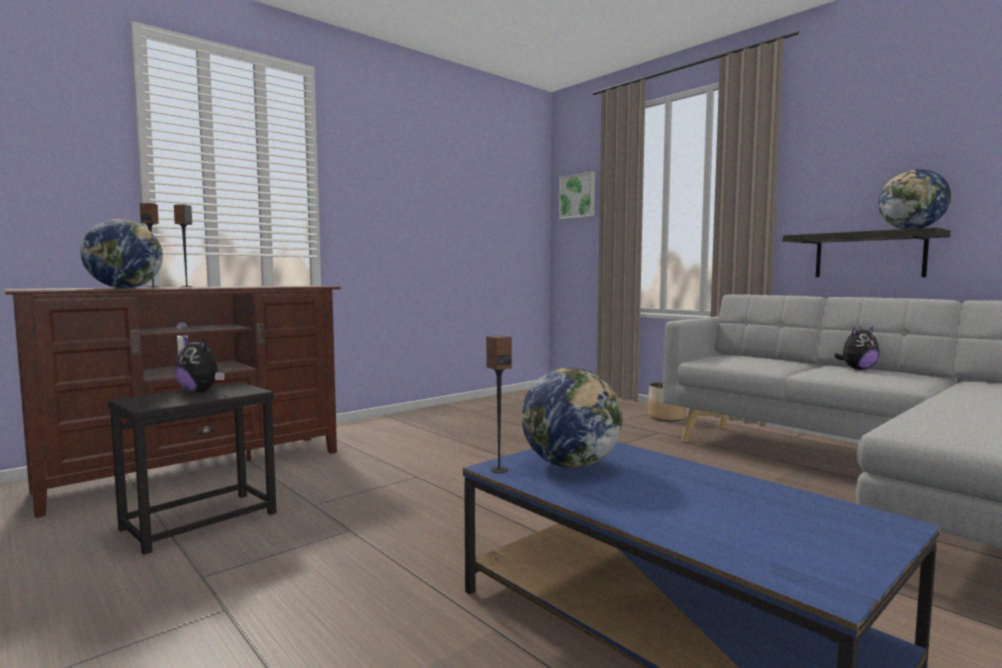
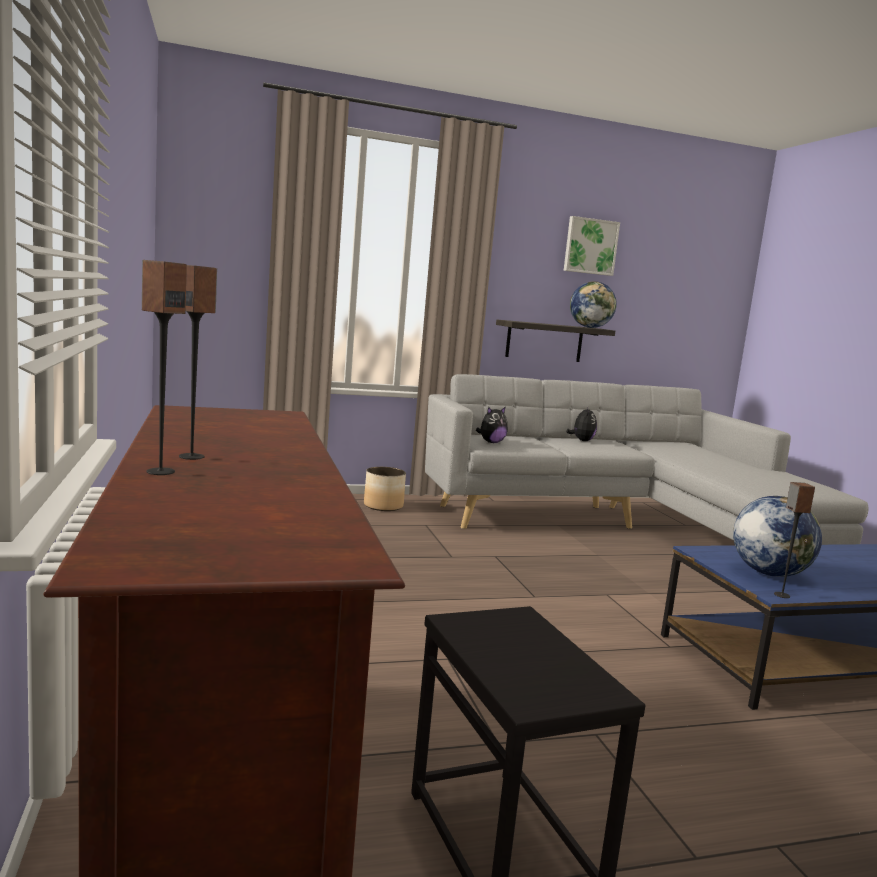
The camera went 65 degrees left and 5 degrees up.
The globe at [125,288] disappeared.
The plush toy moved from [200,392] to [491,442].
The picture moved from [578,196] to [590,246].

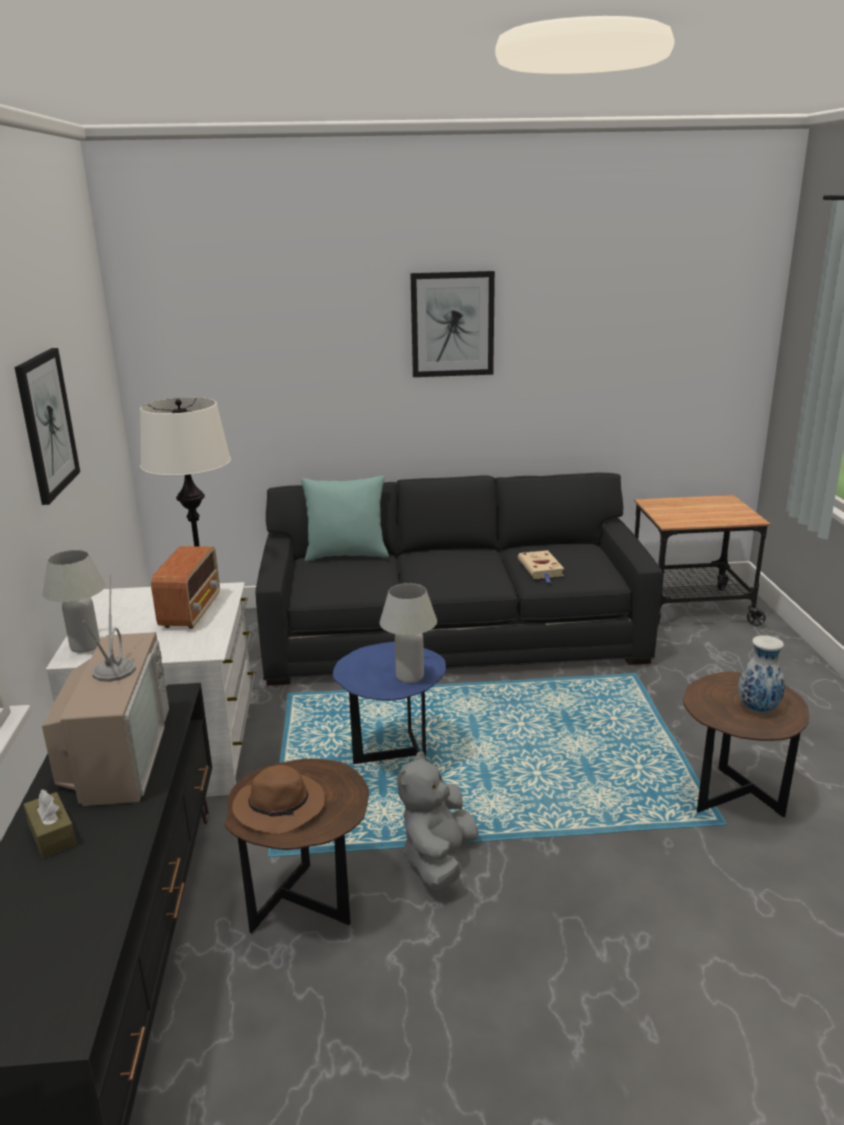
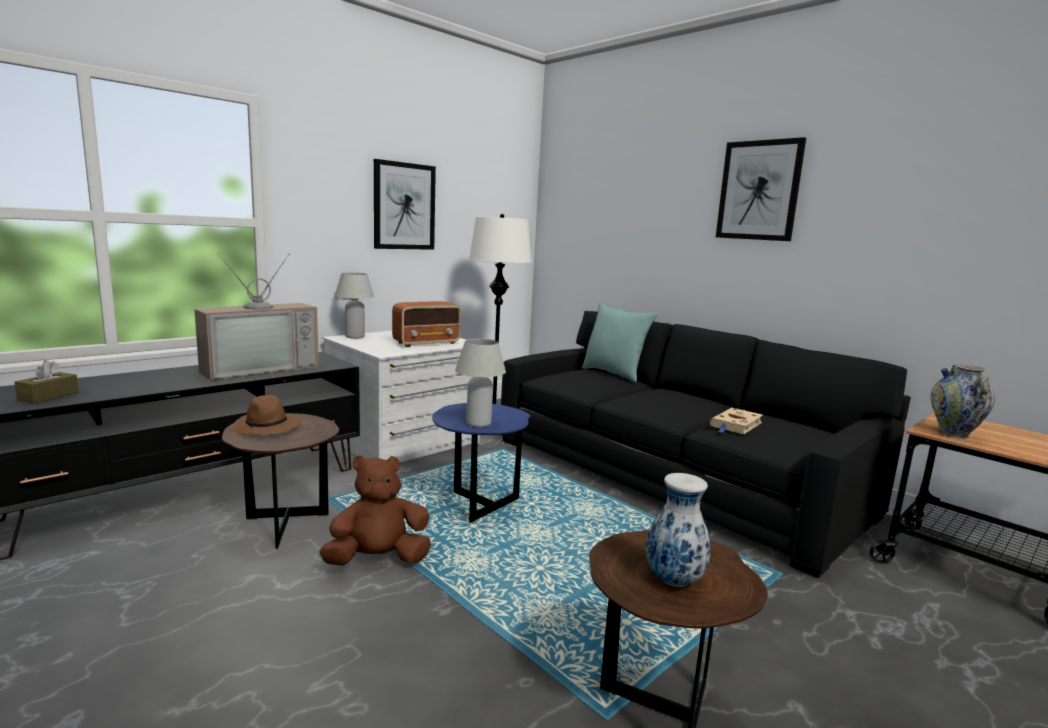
The camera went 50 degrees right and 10 degrees down.
The tissue box in brown moved from [52,835] to [48,396].
The plush toy in grey at [438,859] became the plush toy in brown at [378,560].
The vase at [953,434] appeared.

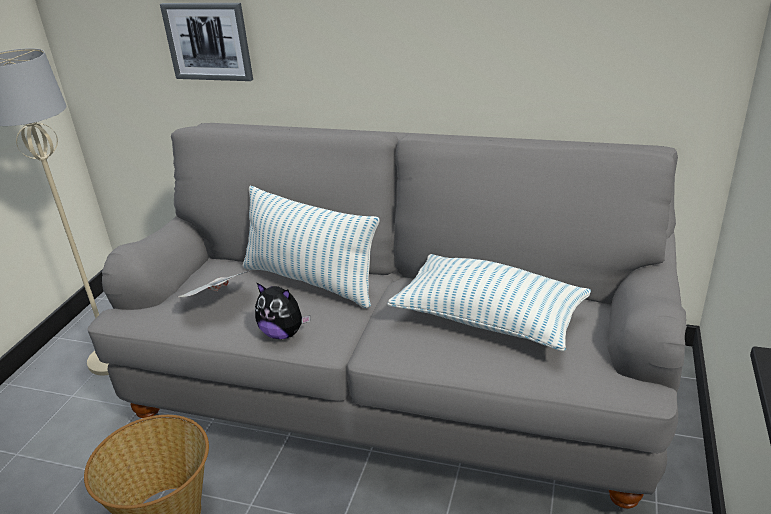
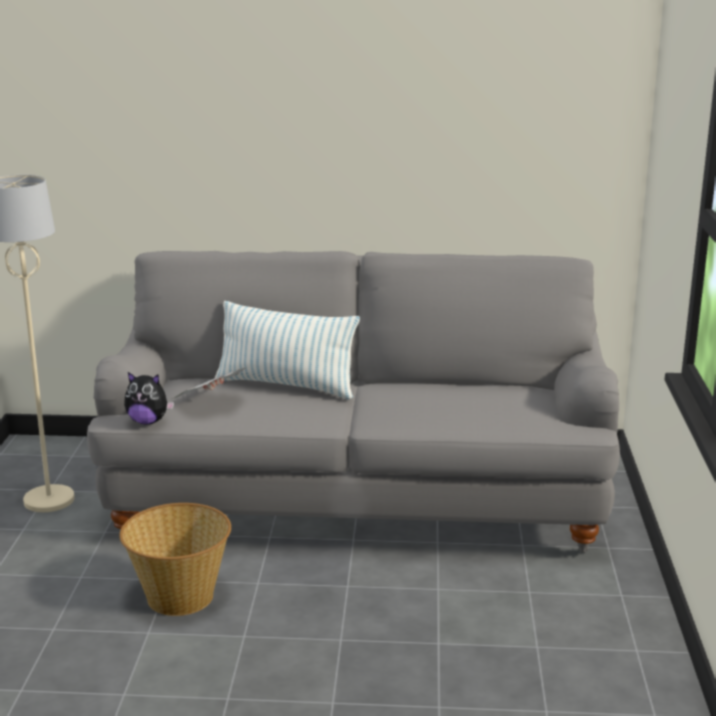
The camera went 15 degrees left and 10 degrees down.
The picture at [208,41] disappeared.
The plush toy moved from [283,333] to [148,421].
The pillow at [488,319] disappeared.

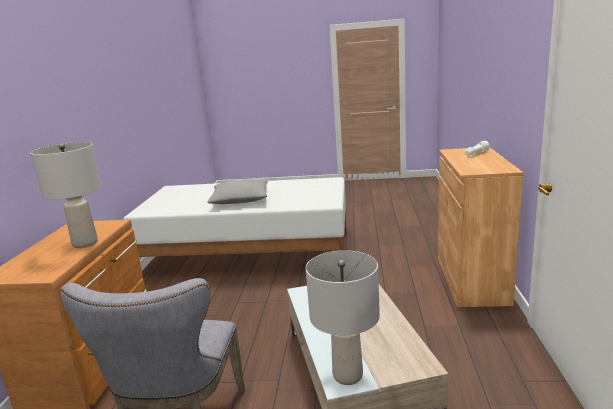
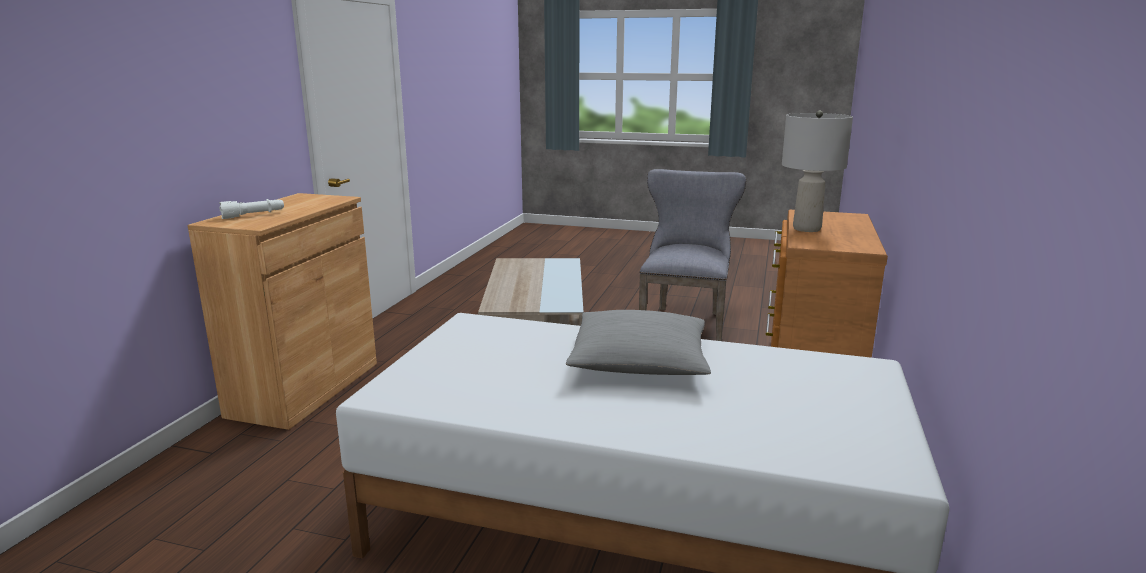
The camera went 170 degrees left and 0 degrees up.
The table lamp in grey at [347,376] disappeared.

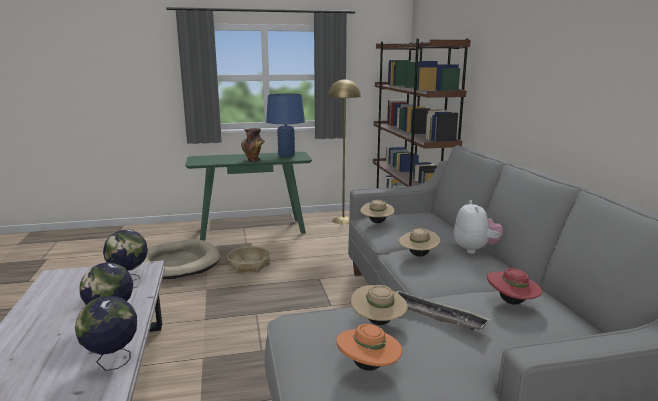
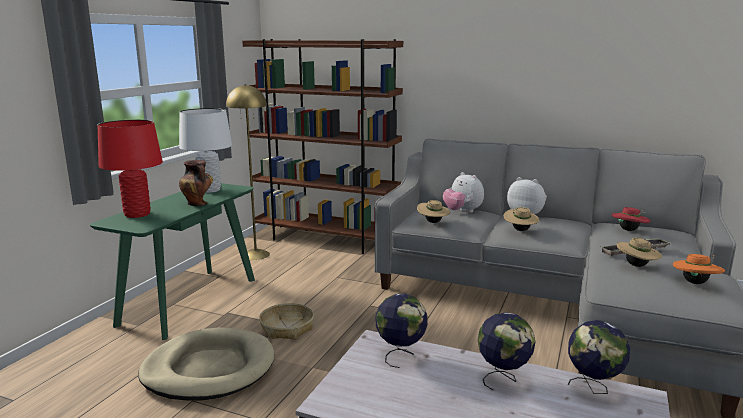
The camera went 55 degrees left and 0 degrees up.
The table lamp in blue at [286,155] became the table lamp in white at [209,190].
The table lamp in red at [137,214] appeared.
The plush toy at [462,212] appeared.

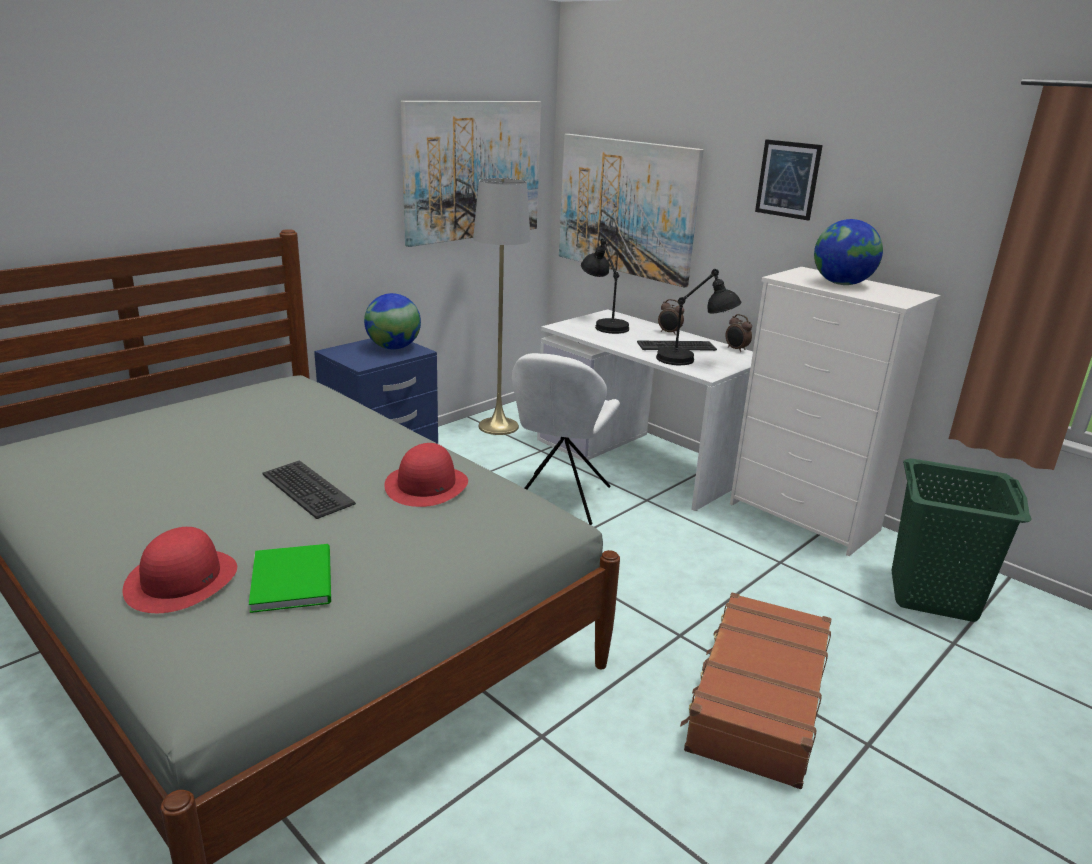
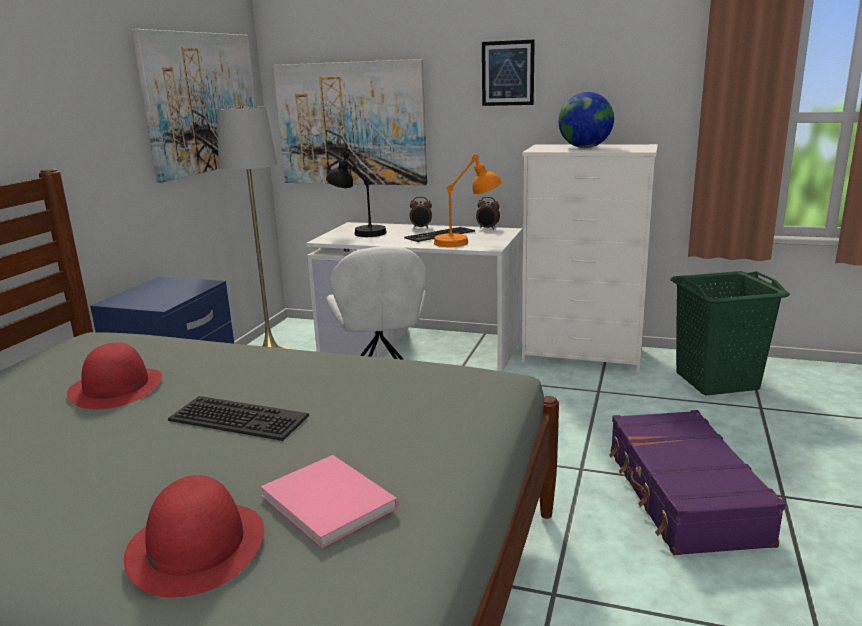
The camera went 25 degrees left and 5 degrees down.
The book in green at [295,578] became the book in pink at [329,499].
The globe at [393,348] disappeared.
The hat in red moved from [426,485] to [117,388].
The table lamp in black at [692,361] became the table lamp in orange at [466,241].
The suitcase in brown at [756,701] became the suitcase in purple at [683,496].

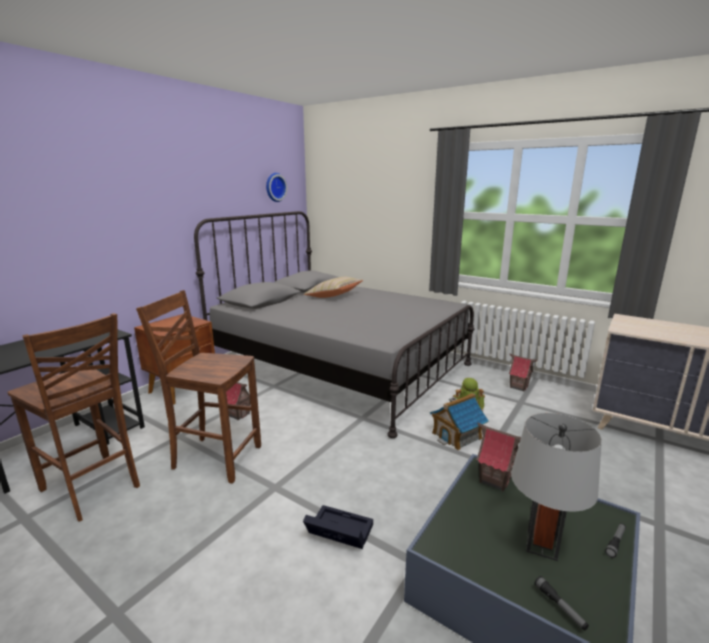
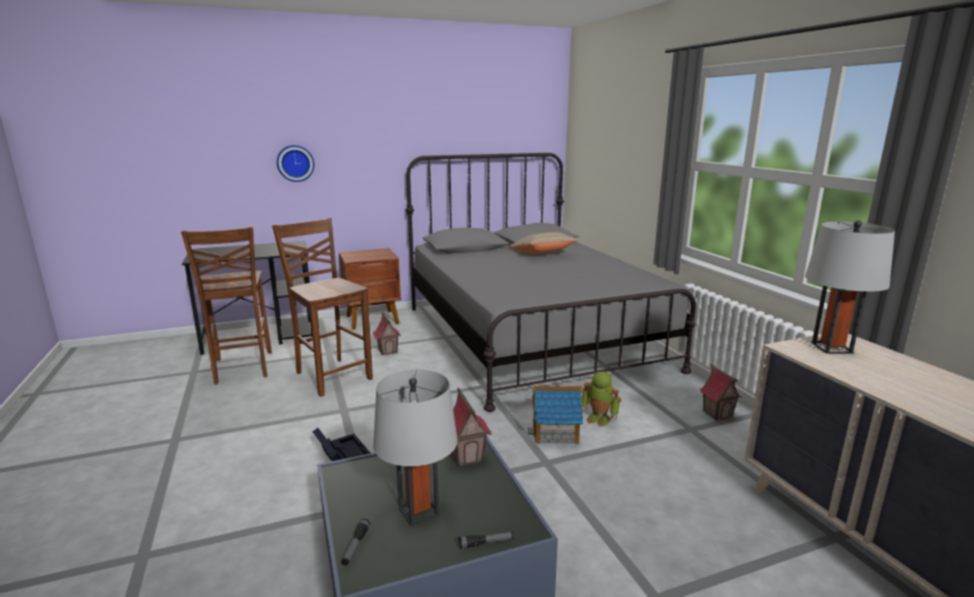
The camera went 35 degrees right and 0 degrees up.
The wall clock moved from [274,187] to [295,163].
The table lamp in grey at [832,348] appeared.

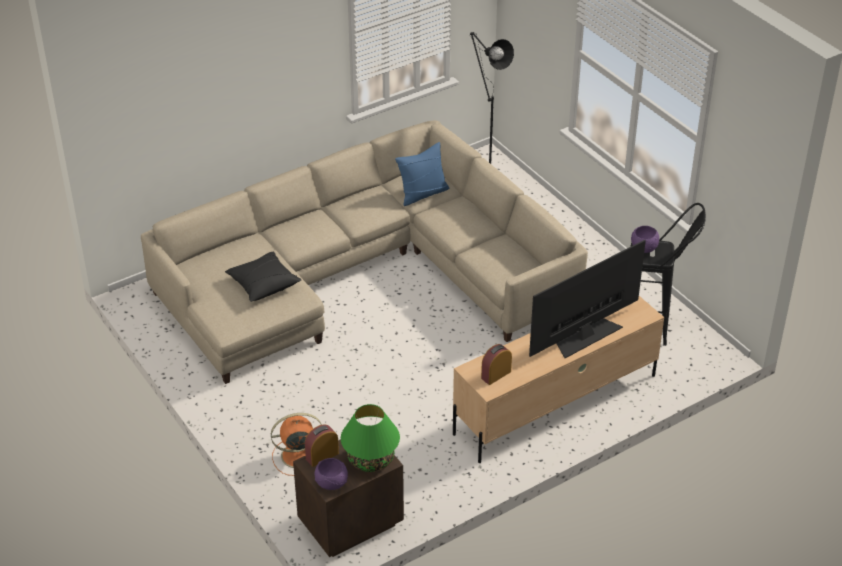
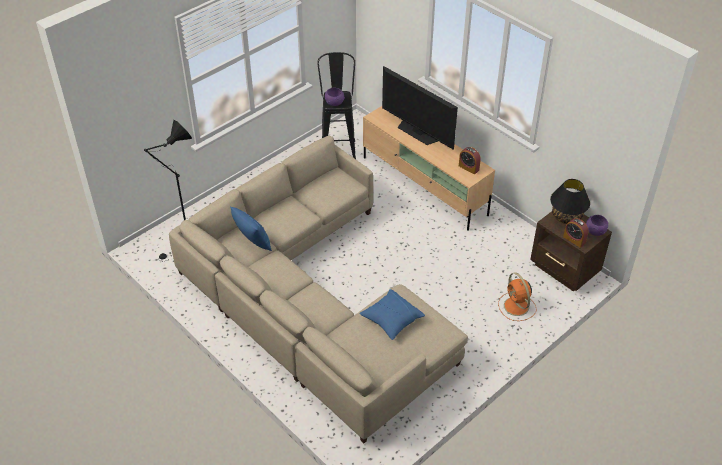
The camera went 100 degrees left and 5 degrees up.
The pillow in black at [263,284] became the pillow in blue at [391,319].
The table lamp in green at [370,459] became the table lamp in black at [567,216].

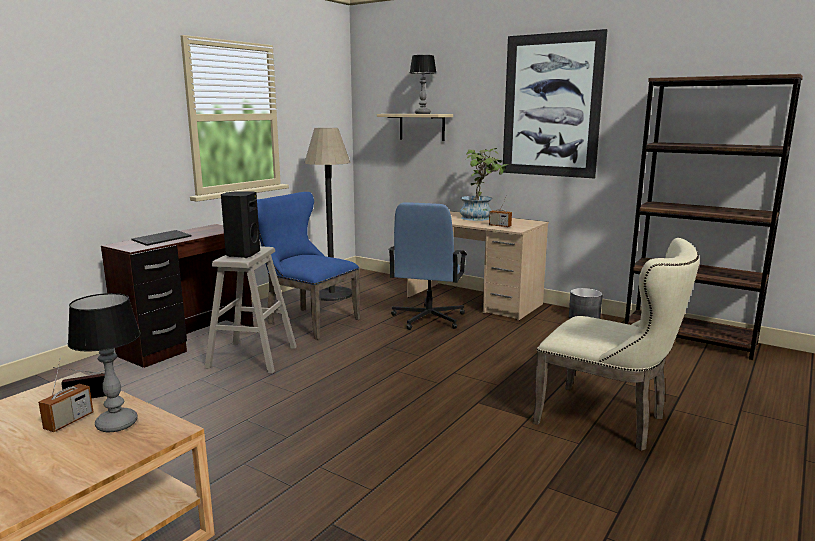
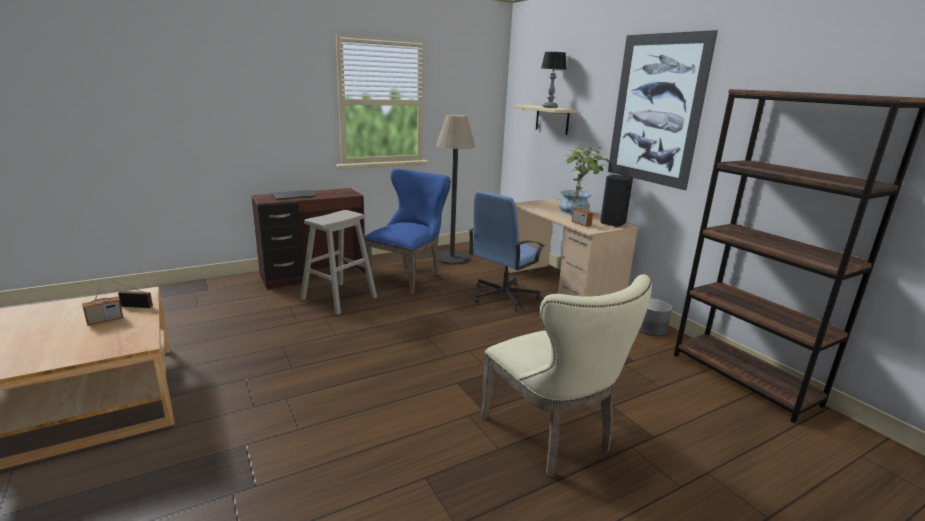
The camera went 25 degrees right and 5 degrees up.
The table lamp at [116,424] disappeared.
The speaker in black moved from [242,254] to [612,223].
The chair in blue at [307,321] turned 60 degrees clockwise.

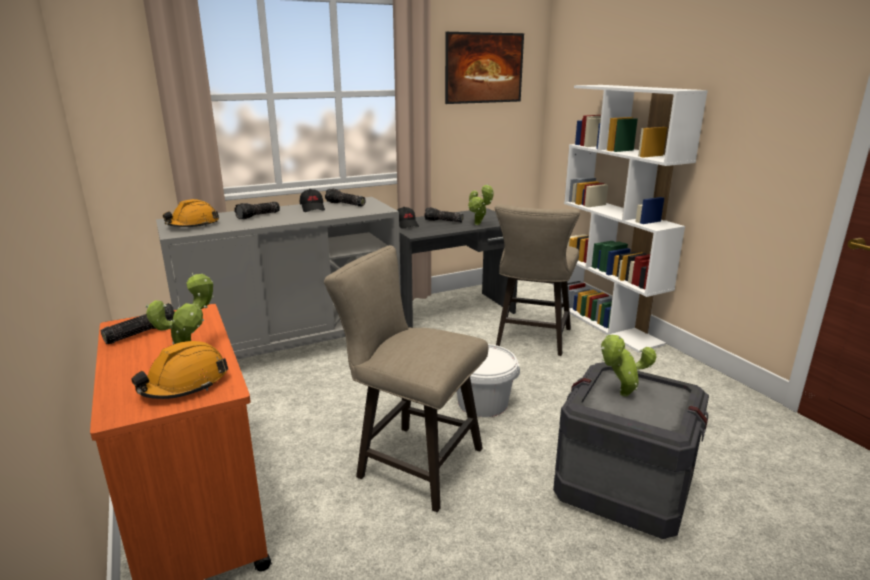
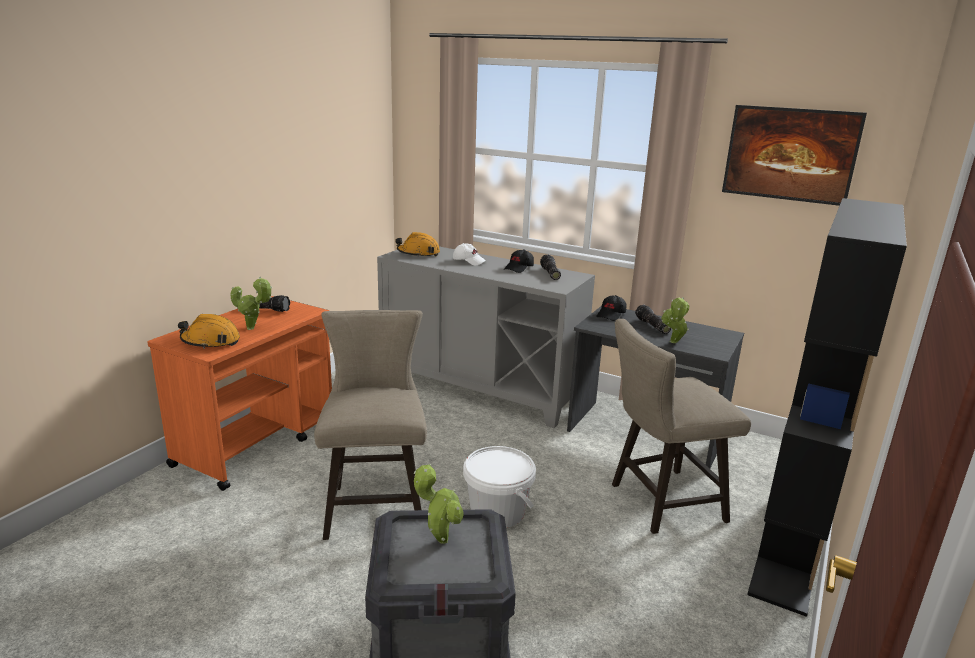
The camera went 55 degrees right and 0 degrees up.
The flashlight at [258,216] was replaced by the cap in white at [469,261].
The bookcase in white at [607,324] became the bookcase in black at [790,549].

